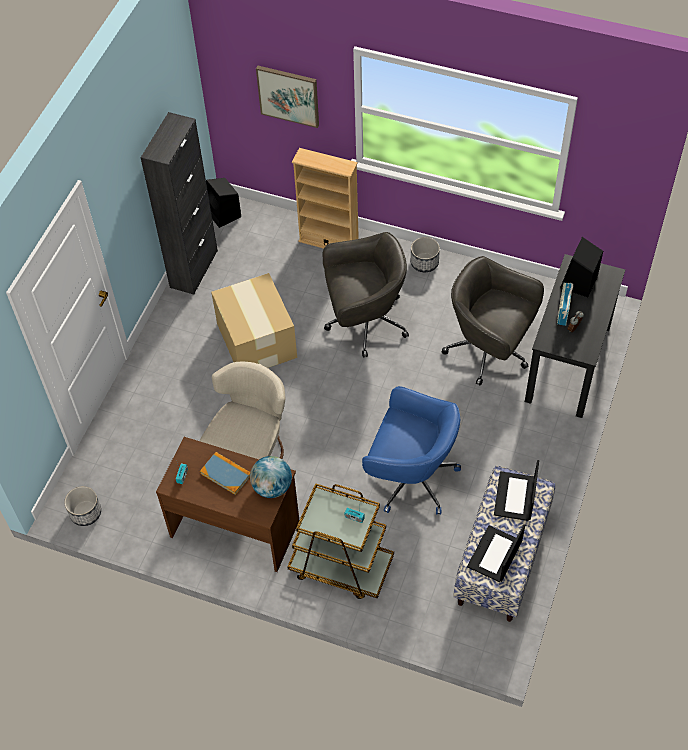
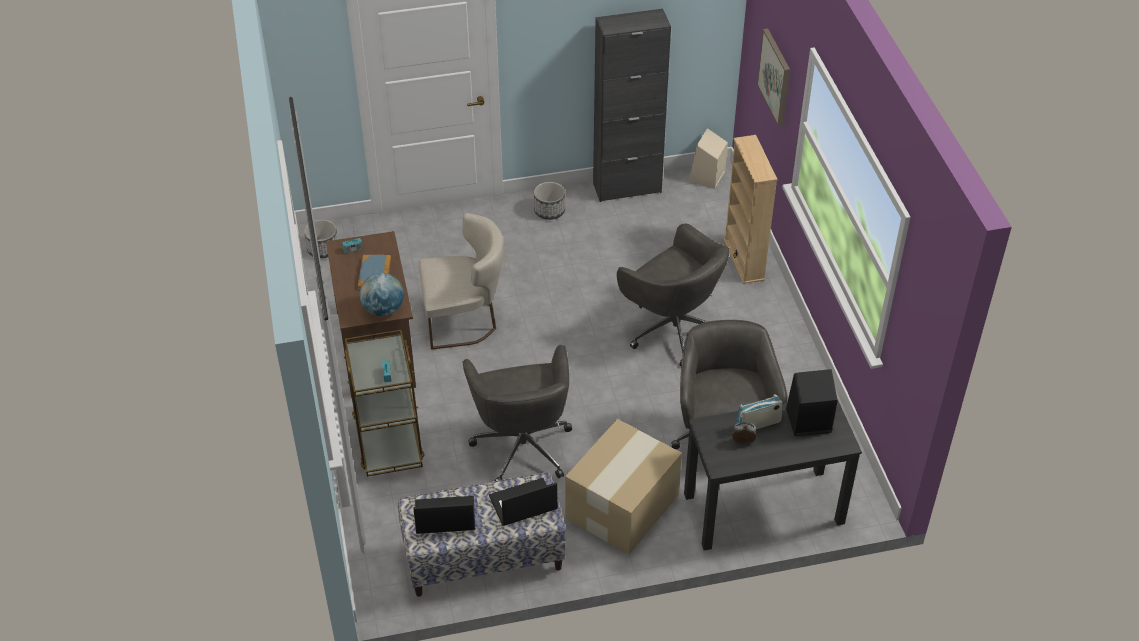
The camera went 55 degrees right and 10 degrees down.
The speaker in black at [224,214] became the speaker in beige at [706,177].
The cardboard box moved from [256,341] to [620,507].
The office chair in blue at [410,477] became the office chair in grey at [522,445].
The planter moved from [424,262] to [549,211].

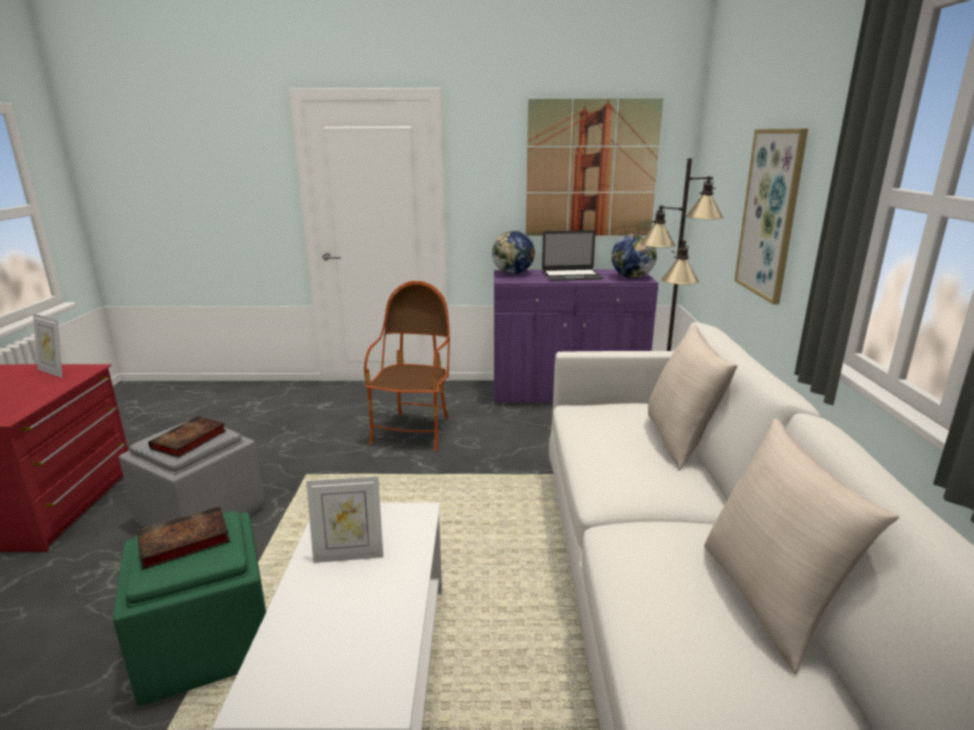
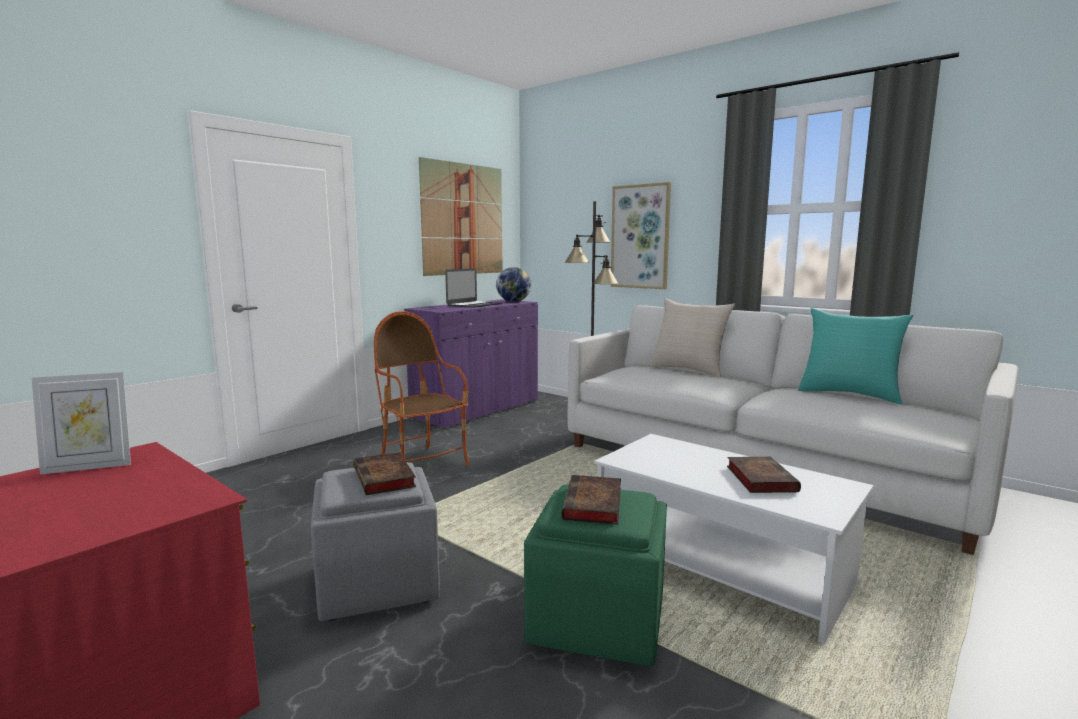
The camera went 50 degrees left and 10 degrees down.
The picture frame at [349,555] disappeared.
The globe at [513,273] disappeared.
The pillow in beige at [769,600] became the pillow in turquoise at [849,394].
The book at [759,478] appeared.

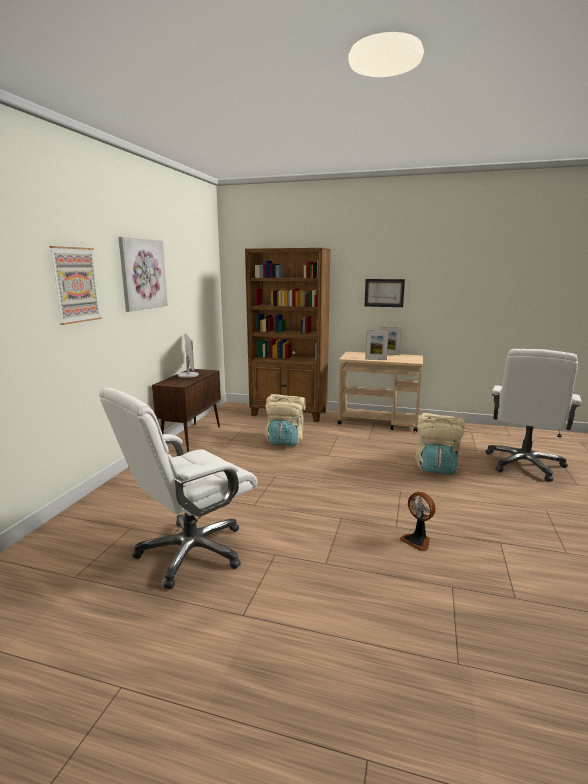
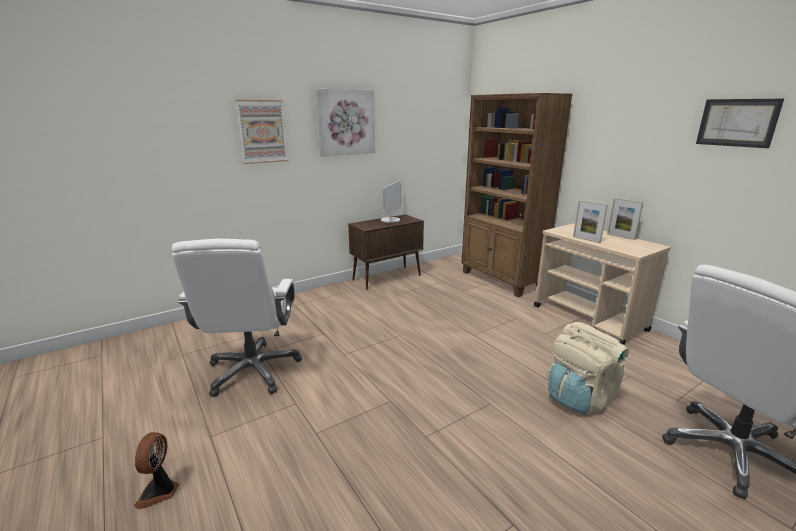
The camera went 40 degrees right and 5 degrees up.
The office chair in white at [191,552] turned 90 degrees counterclockwise.
The backpack in beige at [285,441] disappeared.
The picture moved from [384,293] to [737,122].
The fan moved from [417,541] to [159,492].

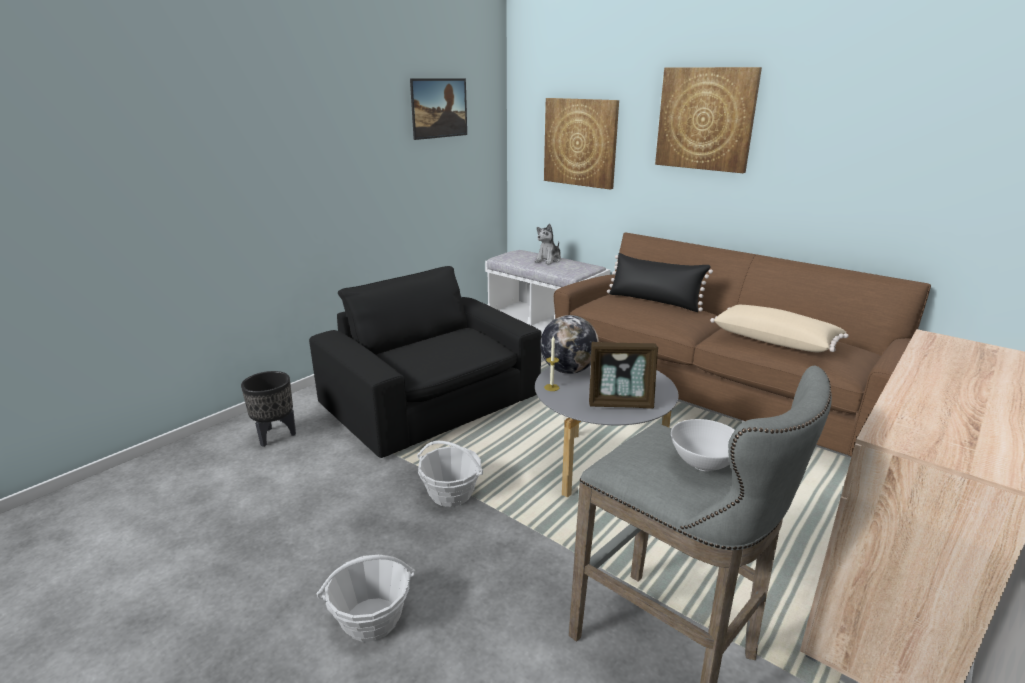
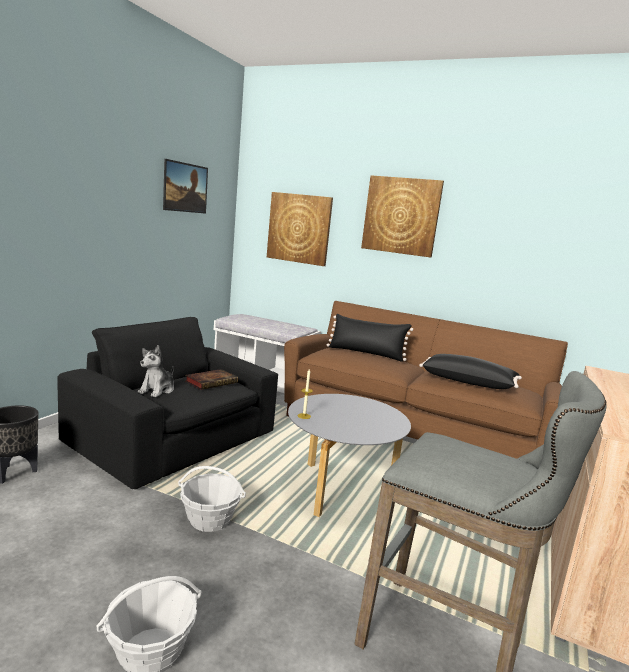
The camera went 15 degrees left and 10 degrees down.
The plush toy moved from [548,260] to [157,390].
The globe at [568,370] disappeared.
The picture frame at [620,403] disappeared.
The bowl in white at [703,465] disappeared.
The pillow in beige at [775,340] became the pillow in black at [468,382].
The book at [212,382] appeared.

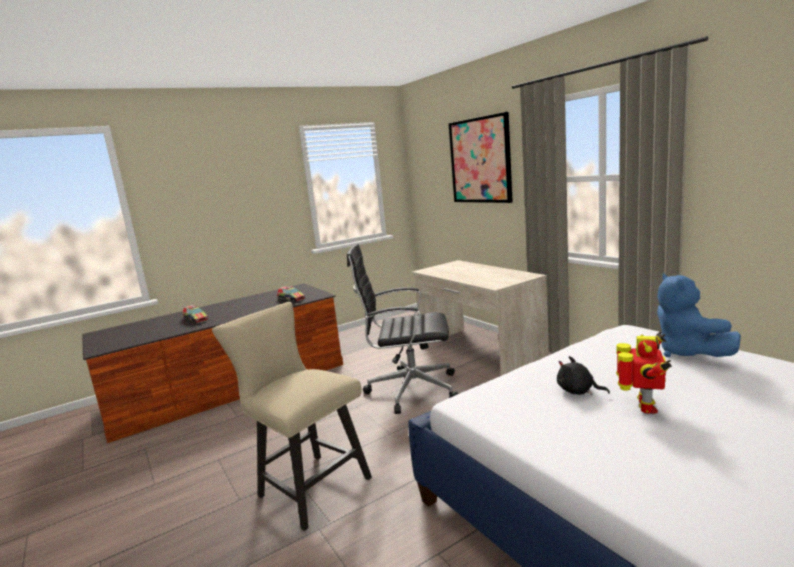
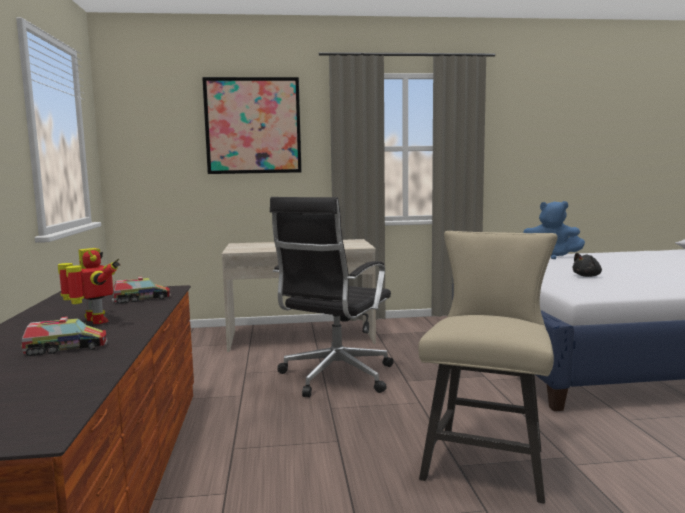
The camera went 65 degrees left and 5 degrees down.
The chair in beige at [308,485] turned 135 degrees clockwise.
The toy robot moved from [644,407] to [94,322].

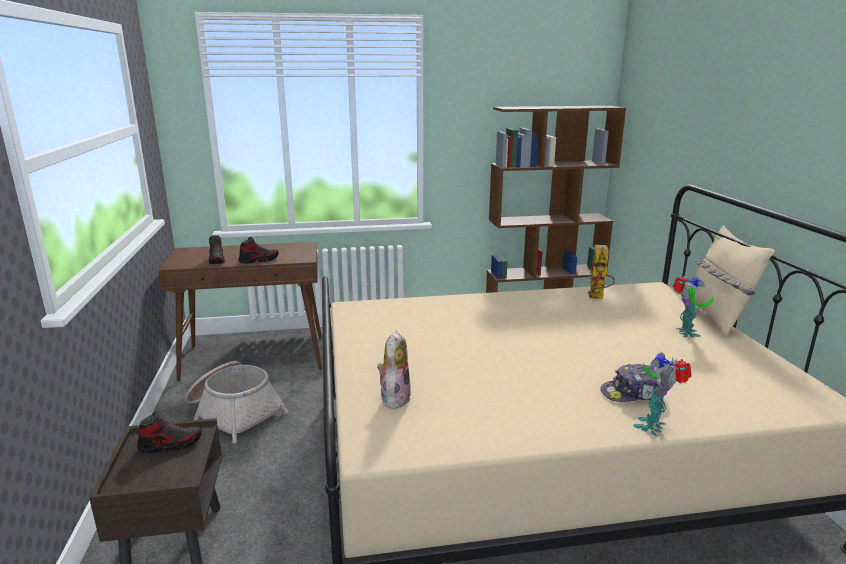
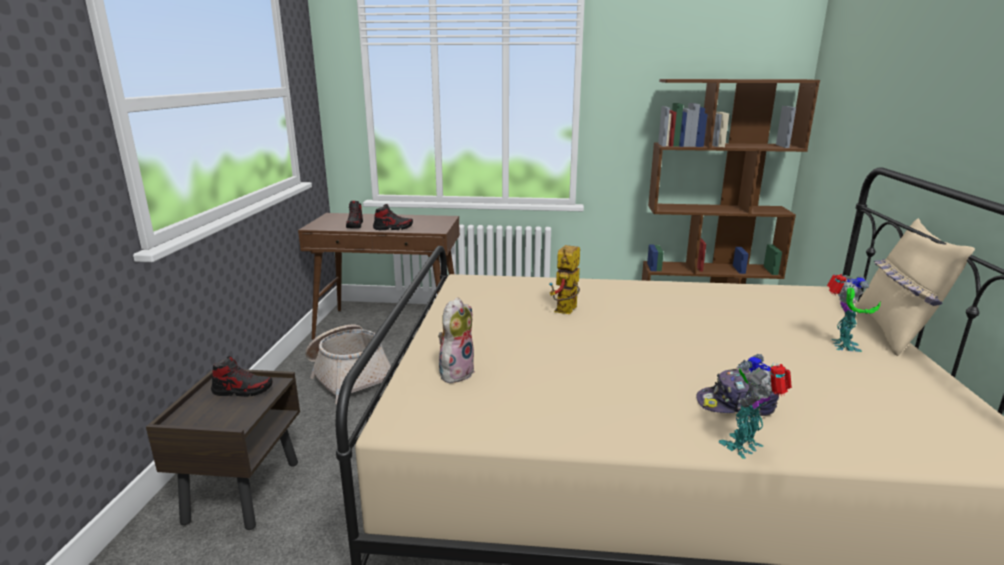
The camera went 15 degrees right and 0 degrees up.
The toy robot moved from [598,297] to [566,312].

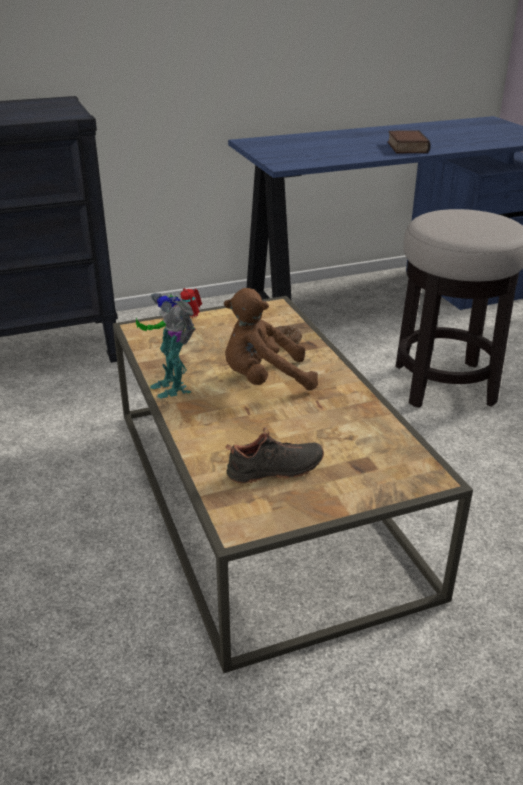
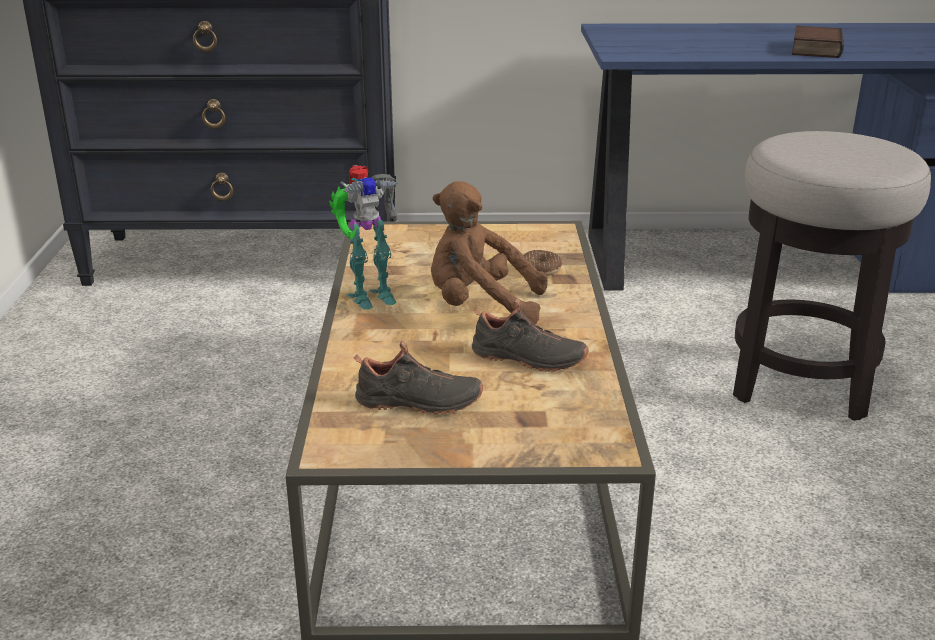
The camera went 20 degrees right and 5 degrees down.
The toy robot at [174,385] turned 105 degrees counterclockwise.
The shoe in black at [527,360] appeared.

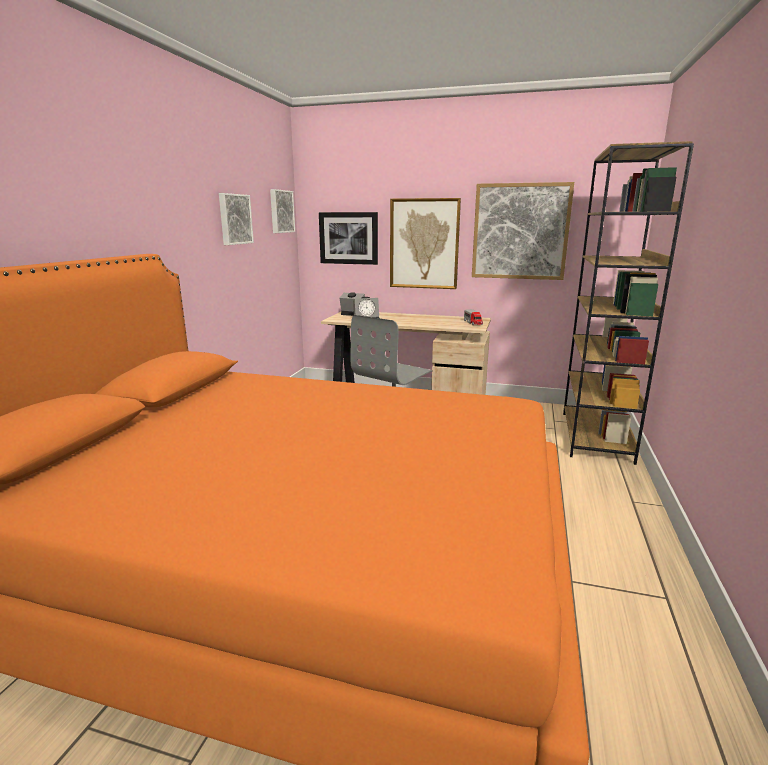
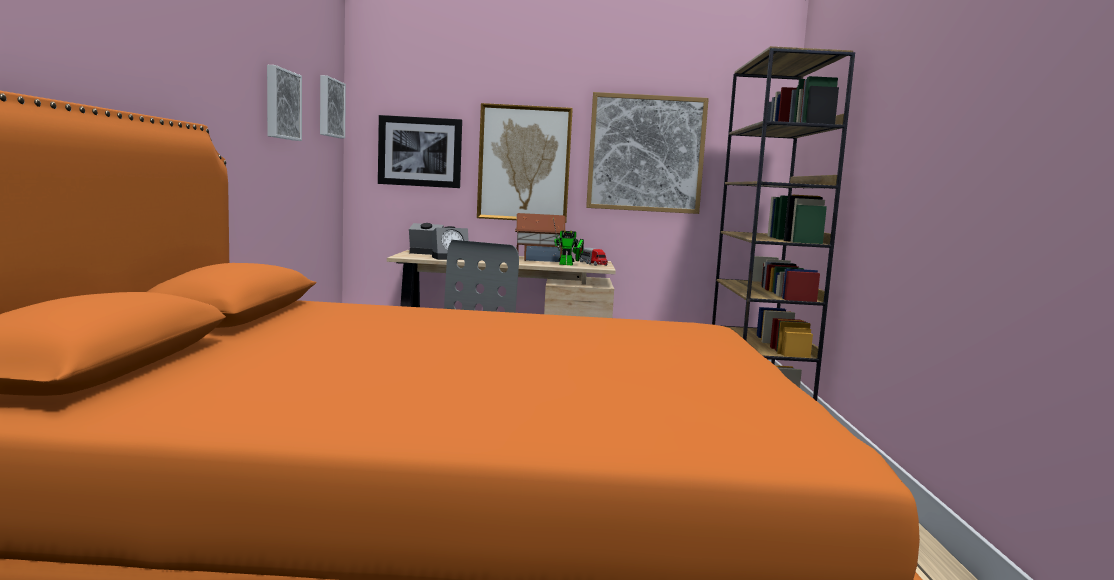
The camera went 15 degrees left and 10 degrees down.
The toy house at [538,259] appeared.
The toy robot at [568,264] appeared.

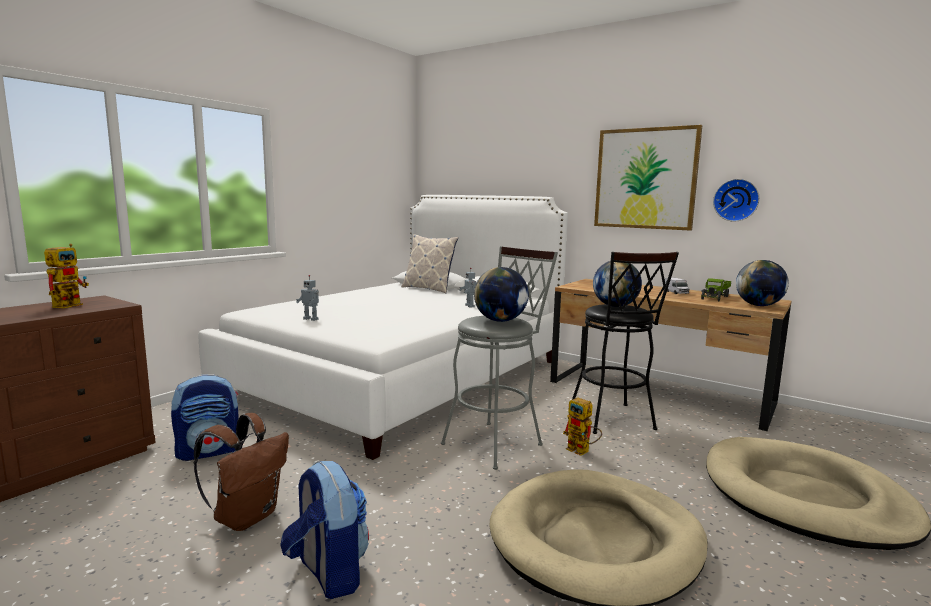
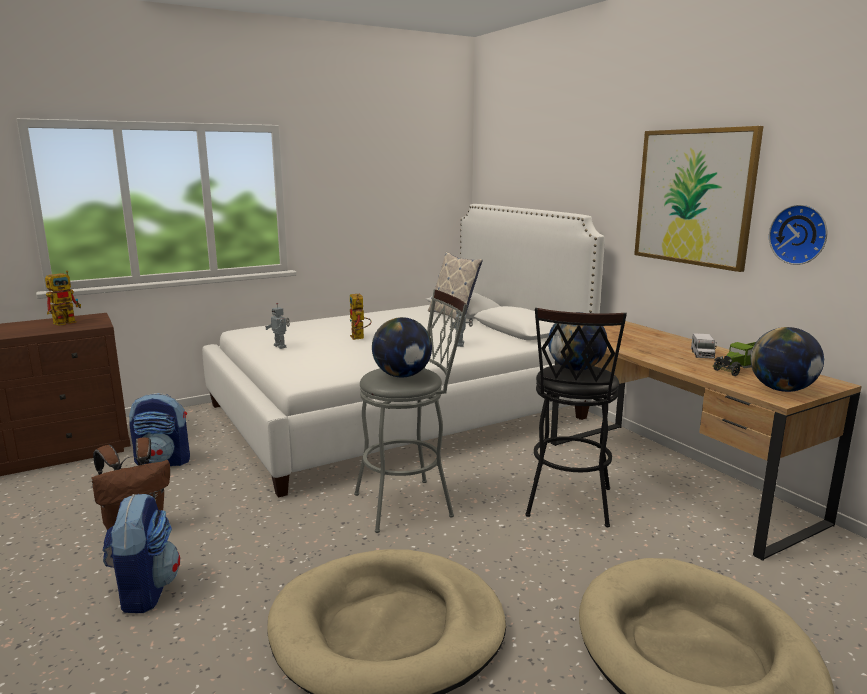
The camera went 25 degrees right and 5 degrees up.
The toy robot moved from [582,451] to [359,338].

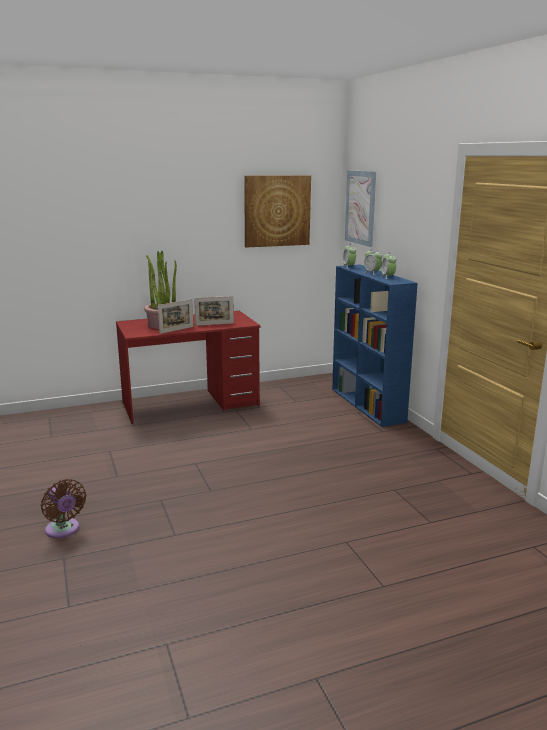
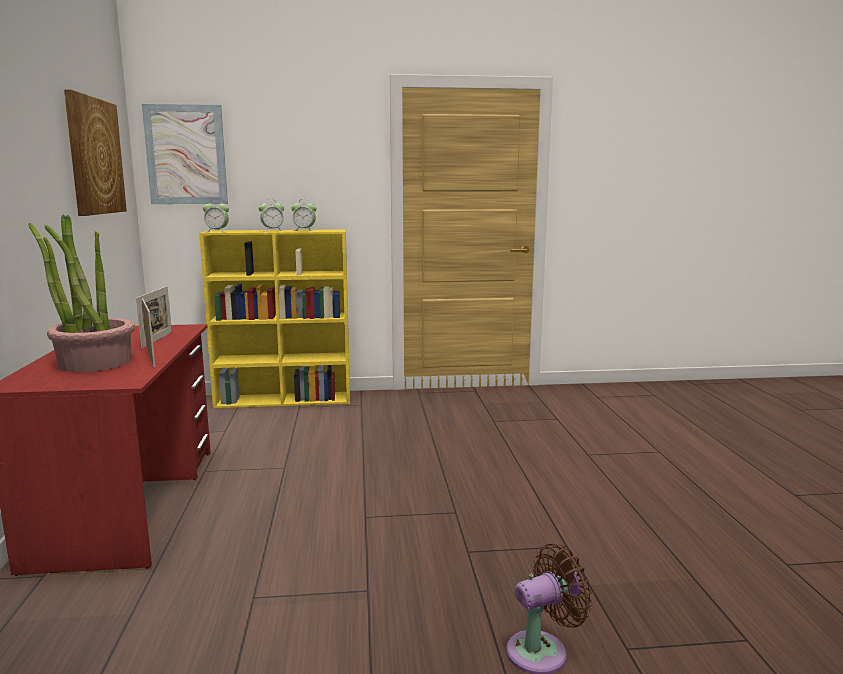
The camera went 75 degrees left and 5 degrees down.
The bookcase in blue at [368,405] became the bookcase in yellow at [285,400].

